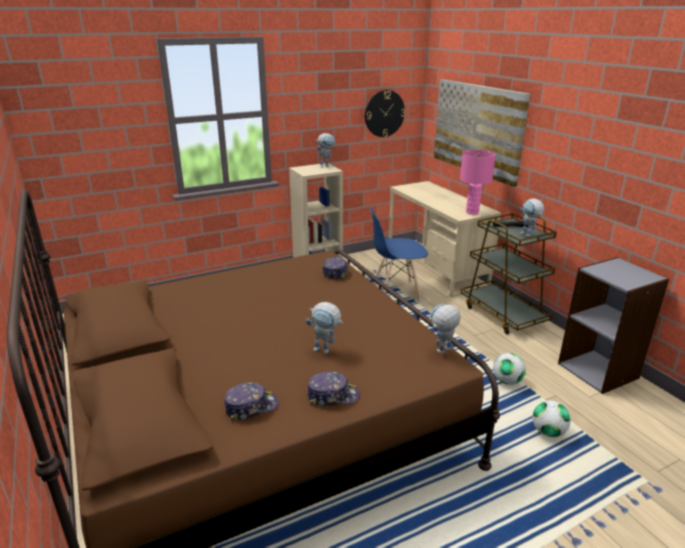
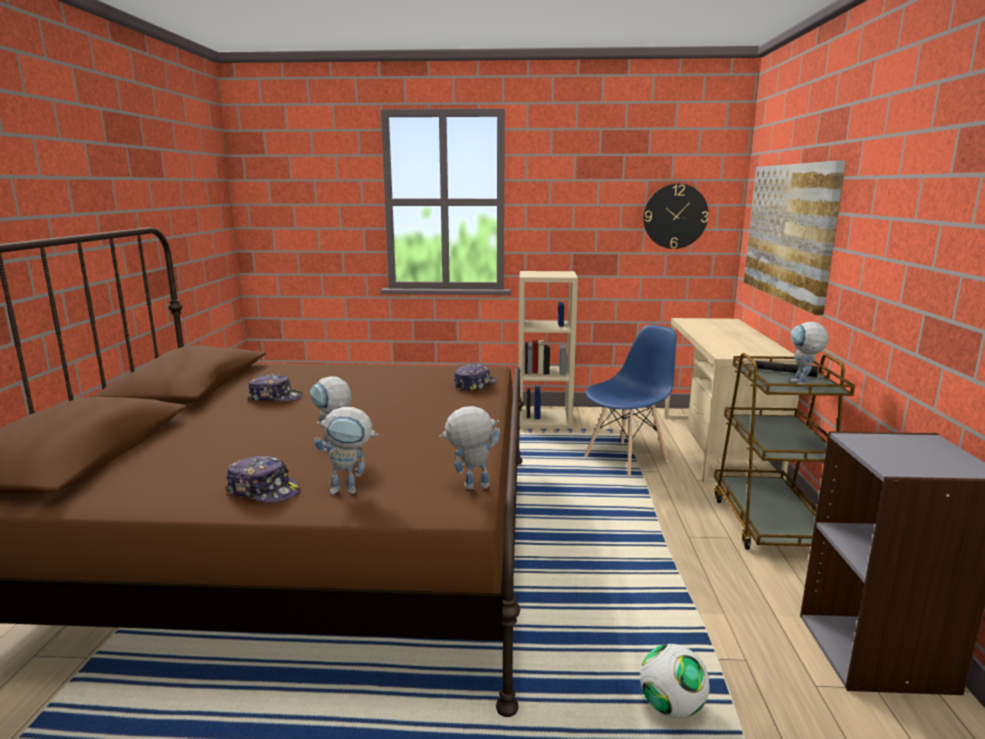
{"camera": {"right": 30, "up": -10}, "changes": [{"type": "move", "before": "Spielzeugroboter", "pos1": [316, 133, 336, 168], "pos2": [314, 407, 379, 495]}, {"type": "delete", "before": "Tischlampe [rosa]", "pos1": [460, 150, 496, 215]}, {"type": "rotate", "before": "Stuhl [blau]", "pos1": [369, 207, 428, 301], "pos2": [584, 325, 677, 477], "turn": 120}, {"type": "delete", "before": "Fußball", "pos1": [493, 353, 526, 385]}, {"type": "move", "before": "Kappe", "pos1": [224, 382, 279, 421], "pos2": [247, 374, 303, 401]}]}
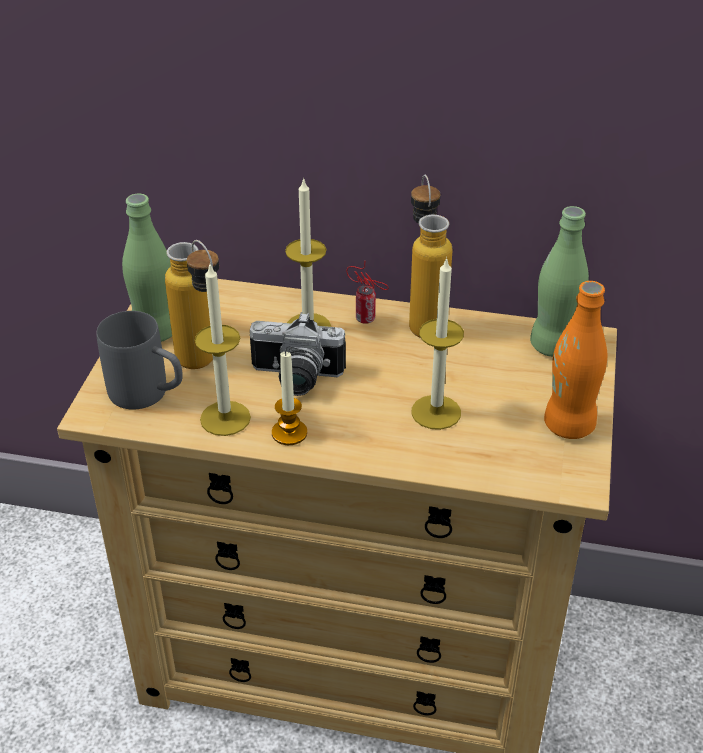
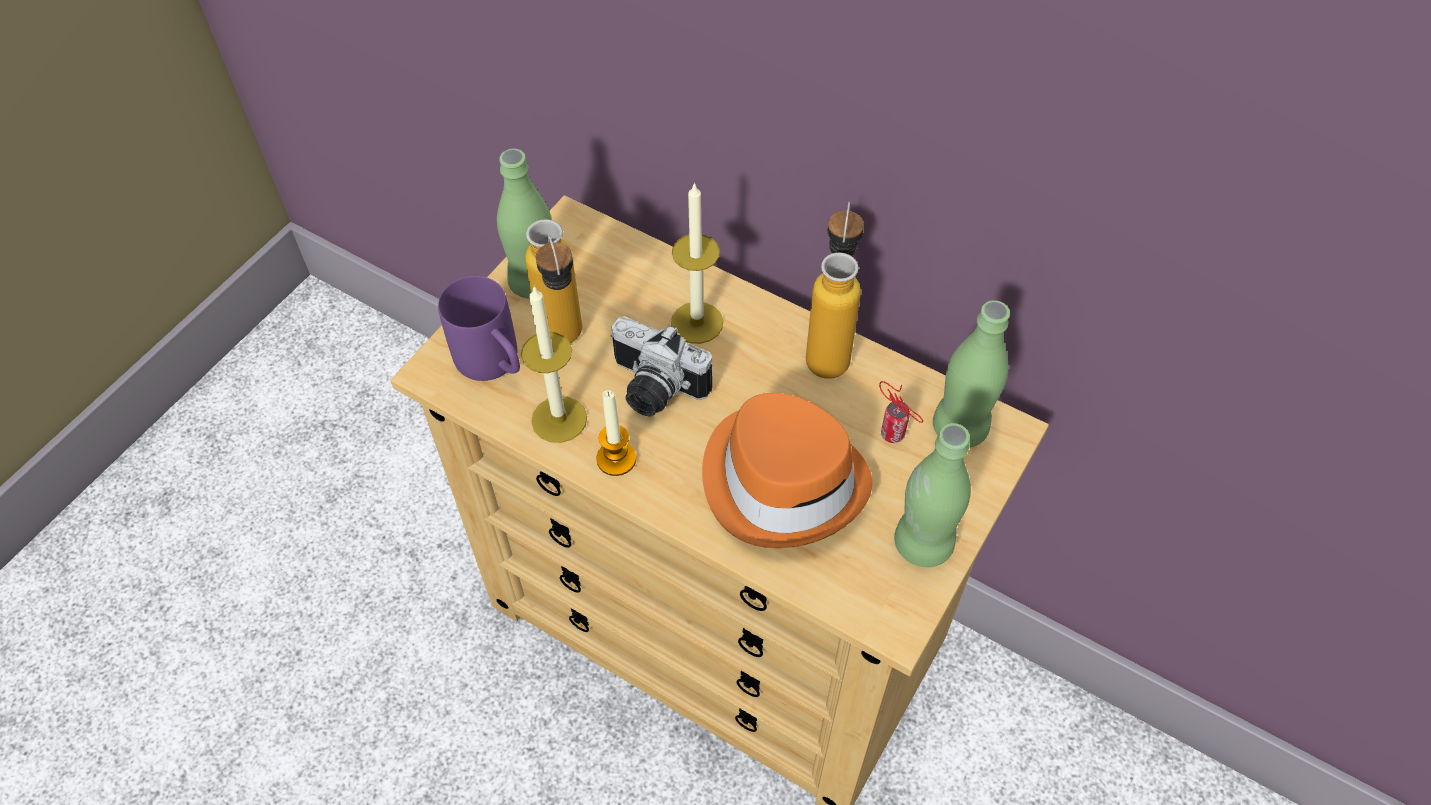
{"camera": {"right": 20, "up": 15}, "changes": [{"type": "replace", "before": "Kerze", "after": "Hut [orange]", "pos1": [411, 257, 464, 430], "pos2": [702, 393, 872, 548]}, {"type": "move", "before": "Dose", "pos1": [347, 261, 389, 324], "pos2": [879, 381, 923, 443]}, {"type": "recolor", "before": "Flasche [orange]", "after": "Flasche [grün]", "pos1": [544, 281, 607, 439], "pos2": [894, 423, 971, 567]}, {"type": "recolor", "before": "Henkelbecher [grau]", "after": "Henkelbecher [lila]", "pos1": [96, 311, 183, 410], "pos2": [438, 276, 520, 381]}]}
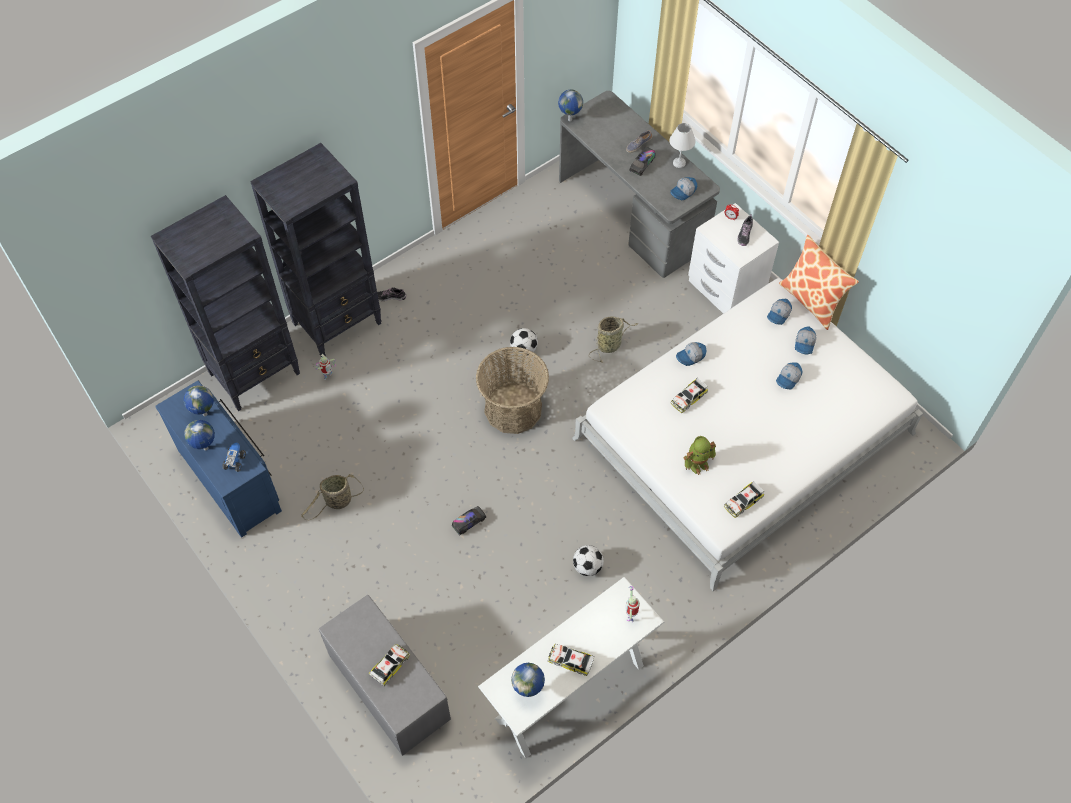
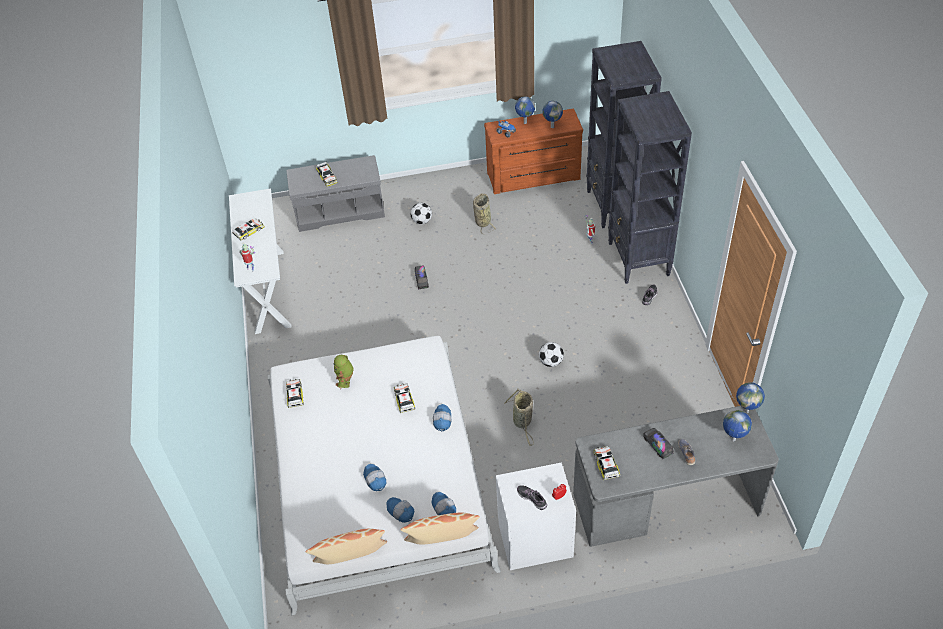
{"camera": {"right": 120, "up": -10}, "changes": [{"type": "delete", "before": "Tischlampe [weiß]", "pos1": [669, 123, 696, 168]}, {"type": "replace", "before": "Kappe", "after": "Spielzeugauto", "pos1": [670, 177, 697, 200], "pos2": [593, 446, 620, 480]}, {"type": "delete", "before": "Korb", "pos1": [476, 347, 549, 434]}, {"type": "recolor", "before": "Kommode [blau]", "after": "Kommode [braun]", "pos1": [155, 381, 282, 537], "pos2": [484, 108, 583, 194]}, {"type": "move", "before": "Fußball", "pos1": [573, 545, 604, 576], "pos2": [410, 202, 432, 224]}, {"type": "move", "before": "Globus", "pos1": [511, 663, 545, 697], "pos2": [723, 410, 752, 441]}, {"type": "insert", "after": "Kissen", "pos2": [305, 528, 387, 564]}]}
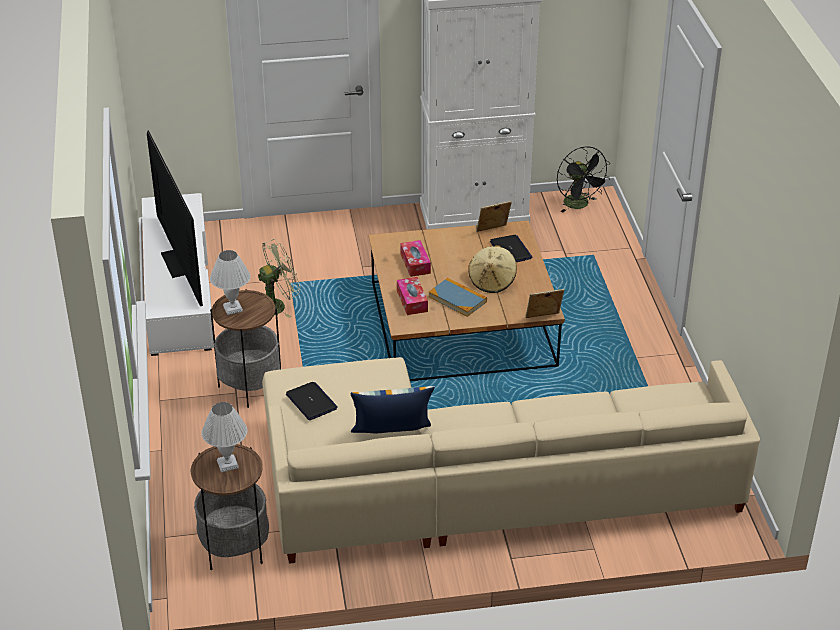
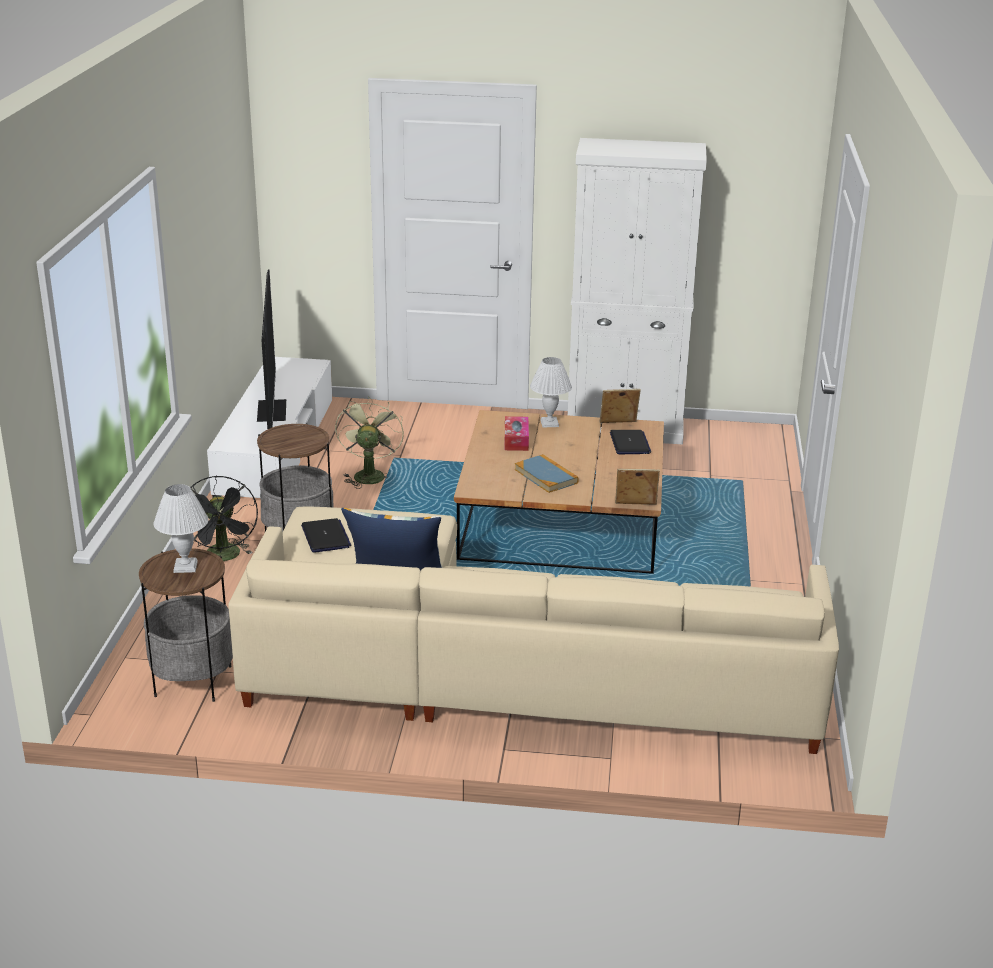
{"camera": {"right": 15, "up": -10}, "changes": [{"type": "move", "before": "Ventilator [schwarz]", "pos1": [557, 147, 610, 212], "pos2": [190, 475, 258, 561]}, {"type": "rotate", "before": "Ventilator [grün]", "pos1": [258, 239, 300, 318], "pos2": [335, 396, 404, 489], "turn": -75}, {"type": "delete", "before": "Hut [beige]", "pos1": [468, 245, 517, 293]}, {"type": "move", "before": "Tischlampe [weiß]", "pos1": [210, 250, 250, 315], "pos2": [530, 357, 572, 428]}, {"type": "delete", "before": "Taschentuchbox", "pos1": [397, 277, 428, 315]}]}
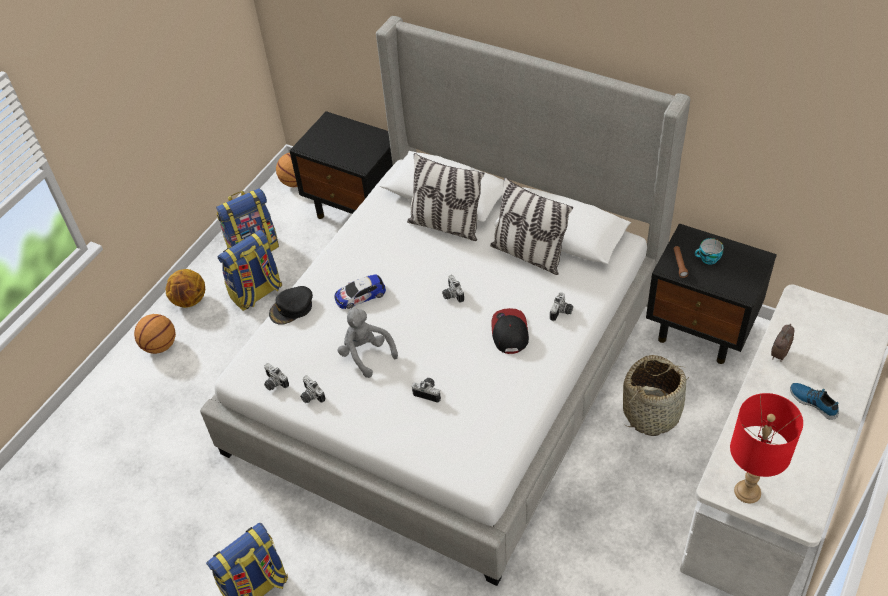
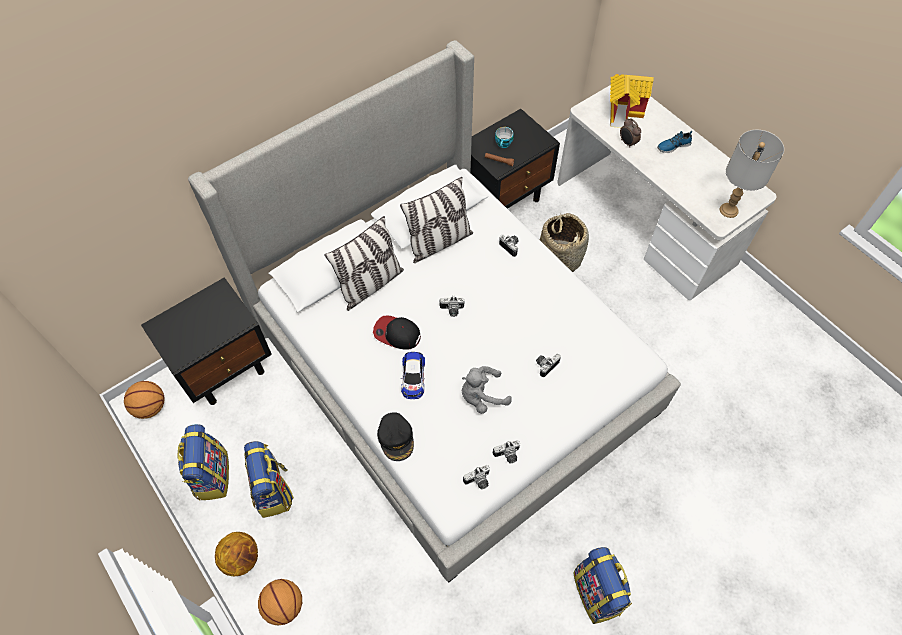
{"camera": {"right": -70, "up": 10}, "changes": [{"type": "move", "before": "Kappe", "pos1": [491, 308, 529, 354], "pos2": [373, 315, 421, 350]}, {"type": "recolor", "before": "Tischlampe [rot]", "after": "Tischlampe [grau]", "pos1": [730, 393, 803, 503], "pos2": [720, 130, 784, 218]}, {"type": "insert", "after": "Spielzeughaus", "pos2": [610, 74, 654, 128]}]}
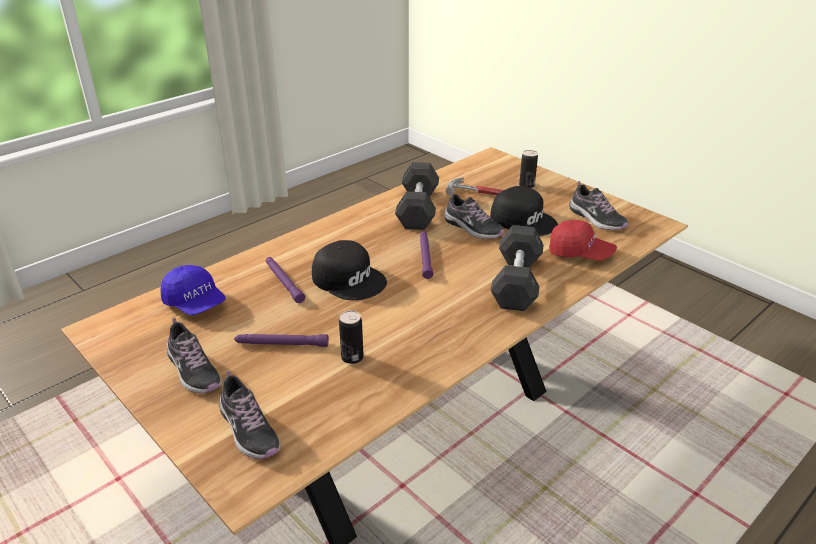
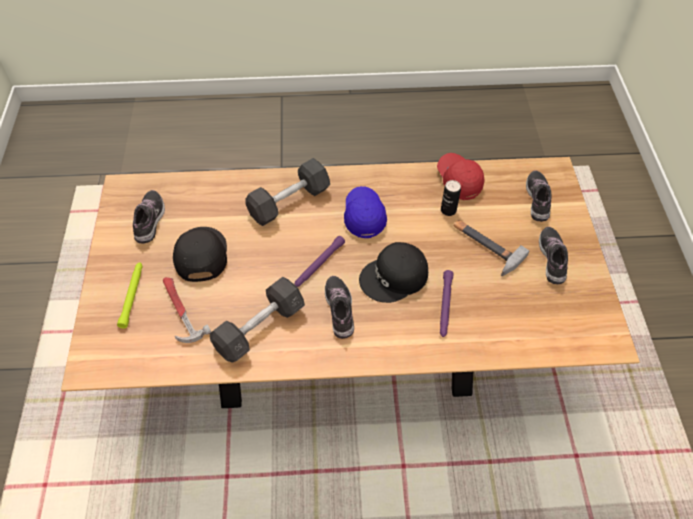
{"camera": {"right": -140, "up": 20}, "changes": [{"type": "replace", "before": "Dose", "after": "Taschenlampe [grün]", "pos1": [519, 150, 538, 188], "pos2": [117, 262, 143, 329]}, {"type": "move", "before": "Schuh", "pos1": [444, 191, 505, 239], "pos2": [325, 276, 354, 339]}, {"type": "move", "before": "Kappe [rot]", "pos1": [549, 220, 617, 261], "pos2": [437, 153, 484, 200]}, {"type": "rotate", "before": "Kappe [schwarz]", "pos1": [312, 240, 387, 300], "pos2": [359, 242, 428, 303], "turn": -105}, {"type": "move", "before": "Kappe [blau]", "pos1": [161, 265, 226, 315], "pos2": [344, 186, 387, 238]}, {"type": "replace", "before": "Taschenlampe [lila]", "after": "Hammer", "pos1": [234, 334, 329, 347], "pos2": [454, 220, 529, 276]}]}
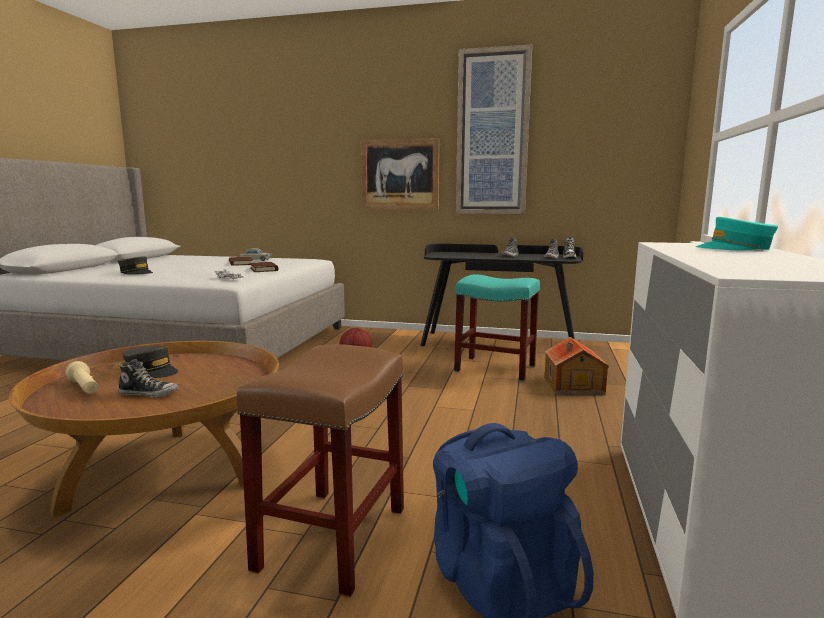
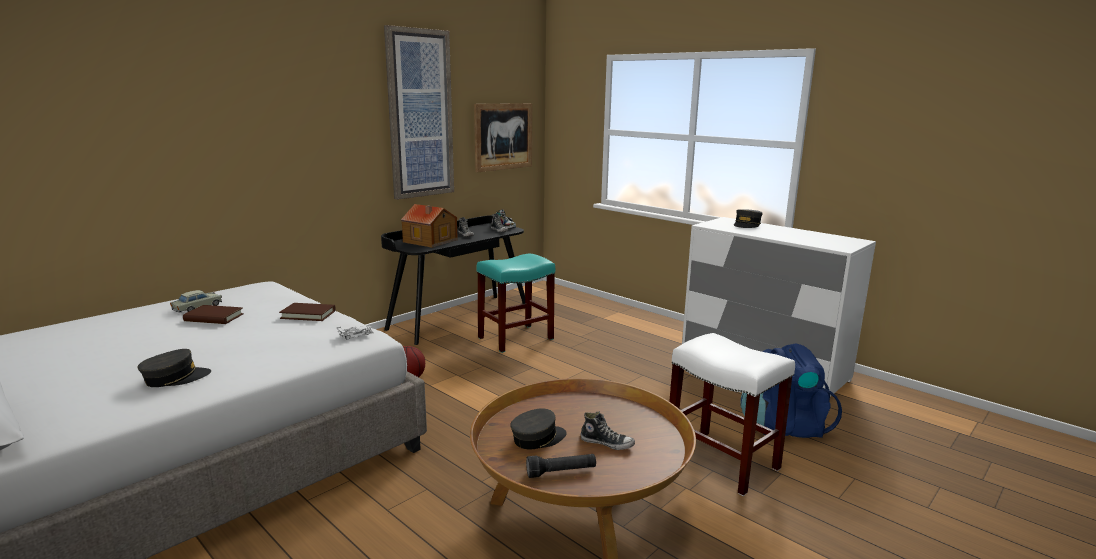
{"camera": {"right": -60, "up": 5}, "changes": [{"type": "move", "before": "Bild", "pos1": [361, 138, 439, 210], "pos2": [474, 103, 532, 172]}, {"type": "recolor", "before": "Kappe [türkis]", "after": "Kappe [grau]", "pos1": [695, 217, 778, 251], "pos2": [734, 210, 763, 228]}, {"type": "move", "before": "Spielzeughaus", "pos1": [545, 337, 609, 395], "pos2": [401, 204, 458, 248]}, {"type": "recolor", "before": "Hocker [braun]", "after": "Hocker [weiß]", "pos1": [236, 344, 404, 597], "pos2": [669, 333, 795, 496]}, {"type": "rotate", "before": "Schuh", "pos1": [118, 359, 178, 398], "pos2": [581, 412, 635, 450], "turn": 75}, {"type": "recolor", "before": "Taschenlampe [beige]", "after": "Taschenlampe [schwarz]", "pos1": [66, 361, 98, 394], "pos2": [526, 454, 596, 478]}]}
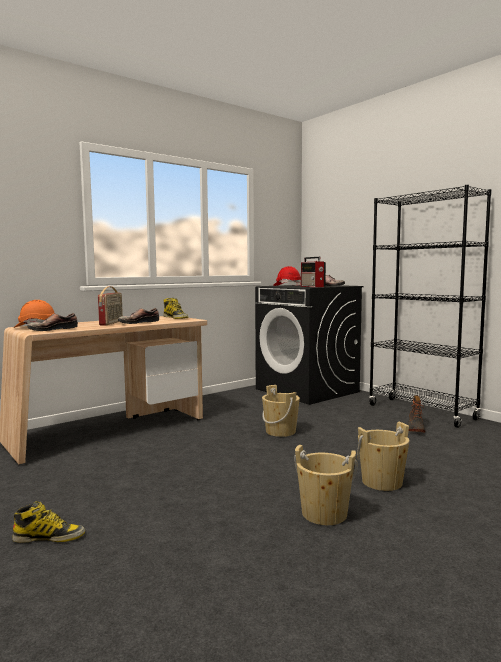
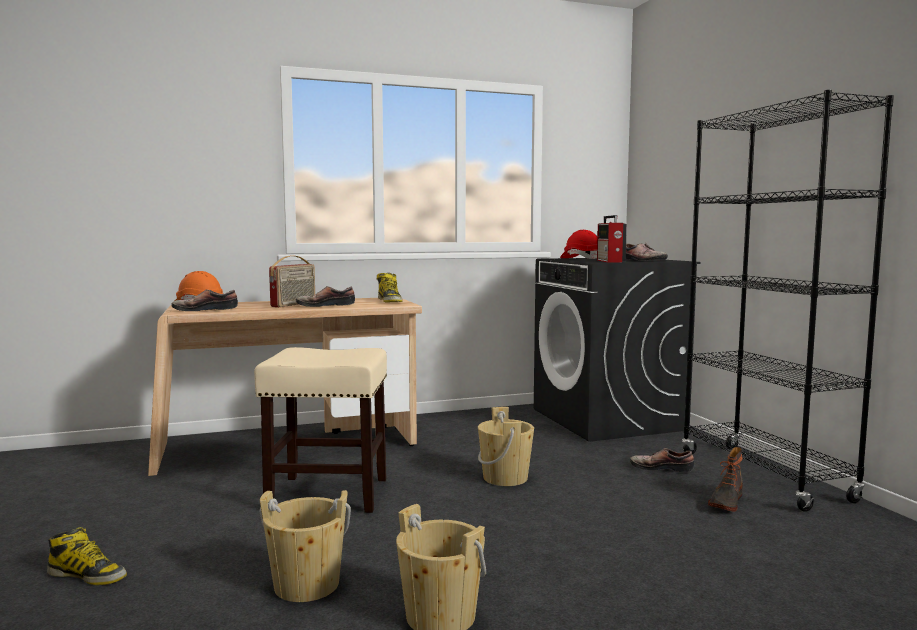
{"camera": {"right": 20, "up": 0}, "changes": [{"type": "move", "before": "Eimer [beige]", "pos1": [357, 422, 409, 491], "pos2": [260, 490, 351, 602]}, {"type": "insert", "after": "Hocker [beige]", "pos2": [254, 347, 387, 513]}, {"type": "insert", "after": "Schuh", "pos2": [630, 448, 694, 472]}]}
